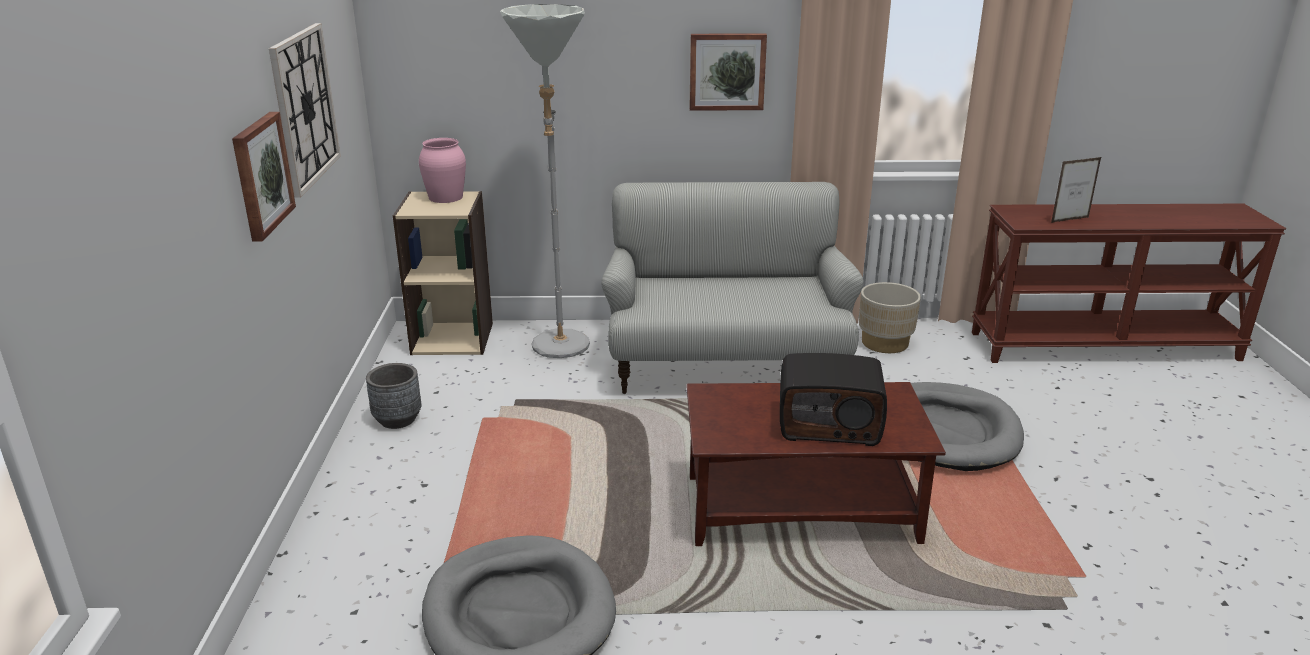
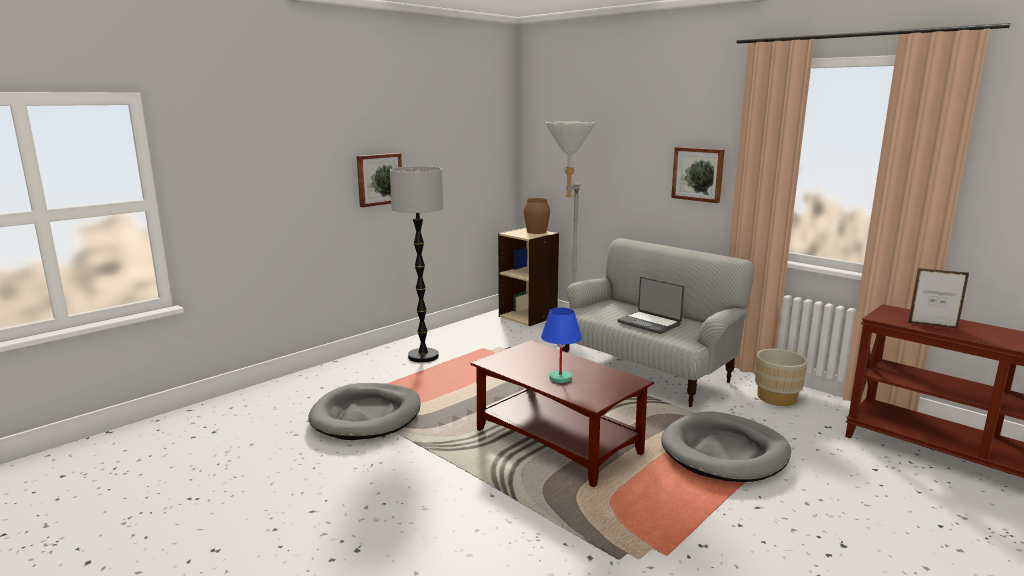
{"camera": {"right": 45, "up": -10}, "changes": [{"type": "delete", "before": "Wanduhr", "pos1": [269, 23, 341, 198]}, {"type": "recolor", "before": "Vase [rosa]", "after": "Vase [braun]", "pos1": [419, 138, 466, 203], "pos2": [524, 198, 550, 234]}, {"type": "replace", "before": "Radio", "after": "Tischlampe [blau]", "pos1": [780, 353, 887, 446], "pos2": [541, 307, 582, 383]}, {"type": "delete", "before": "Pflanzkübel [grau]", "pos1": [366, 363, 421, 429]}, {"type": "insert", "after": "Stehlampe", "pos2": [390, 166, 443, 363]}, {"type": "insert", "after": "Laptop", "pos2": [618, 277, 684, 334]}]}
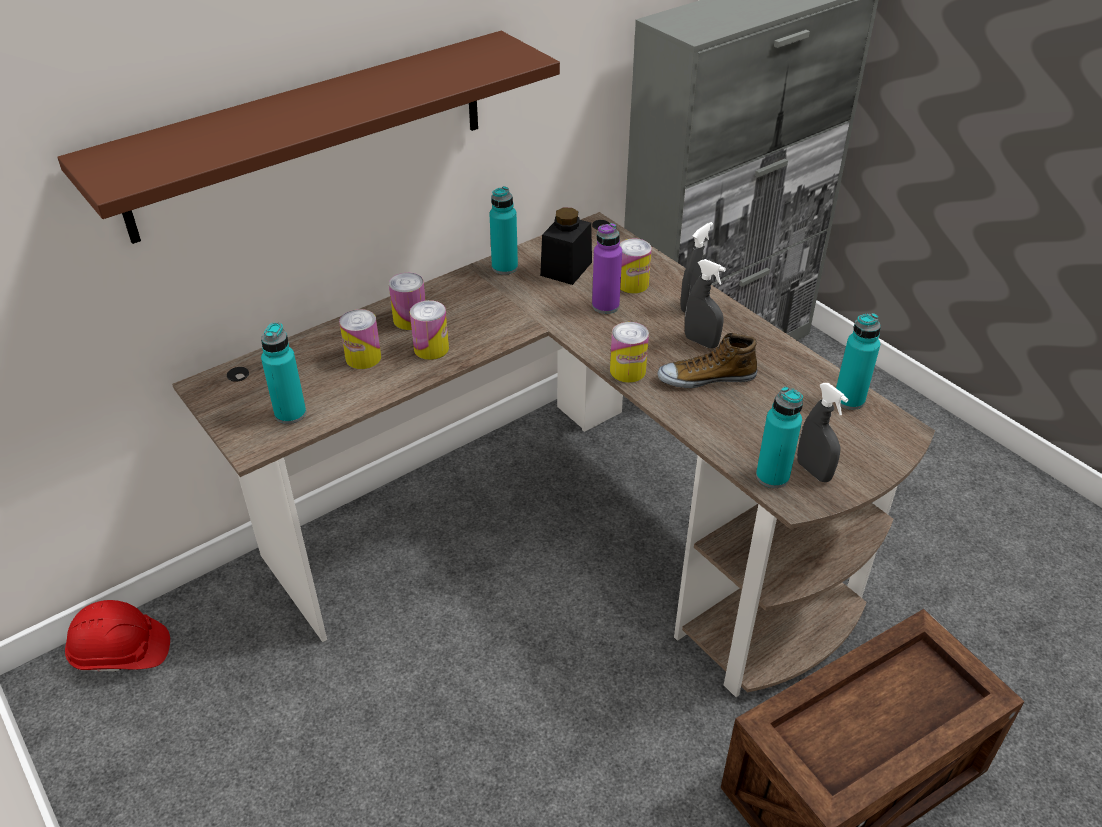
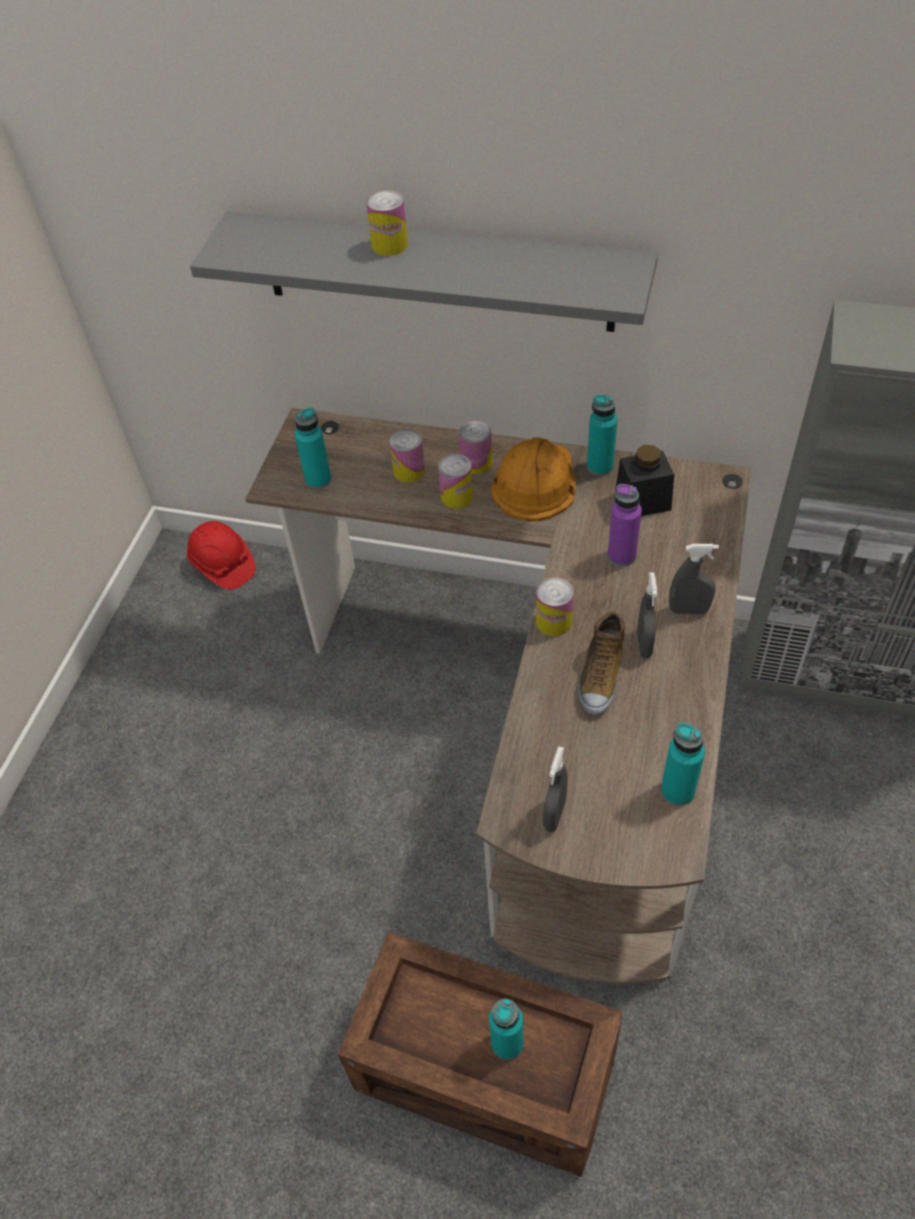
{"camera": {"right": 55, "up": 10}, "changes": [{"type": "recolor", "before": "Wandregal [braun]", "after": "Wandregal [grau]", "pos1": [57, 31, 560, 244], "pos2": [190, 212, 658, 332]}, {"type": "move", "before": "Dose", "pos1": [619, 238, 652, 294], "pos2": [366, 190, 408, 256]}, {"type": "rotate", "before": "Schuh", "pos1": [657, 333, 758, 388], "pos2": [578, 612, 625, 715], "turn": -120}, {"type": "move", "before": "Flasche [türkis]", "pos1": [756, 386, 803, 488], "pos2": [489, 999, 523, 1060]}, {"type": "insert", "after": "Schutzhelm [orange]", "pos2": [491, 437, 576, 521]}]}
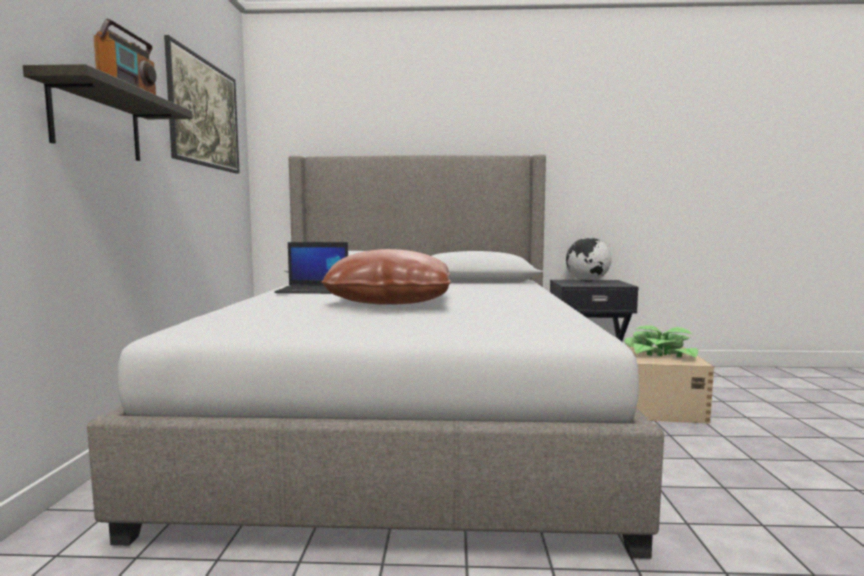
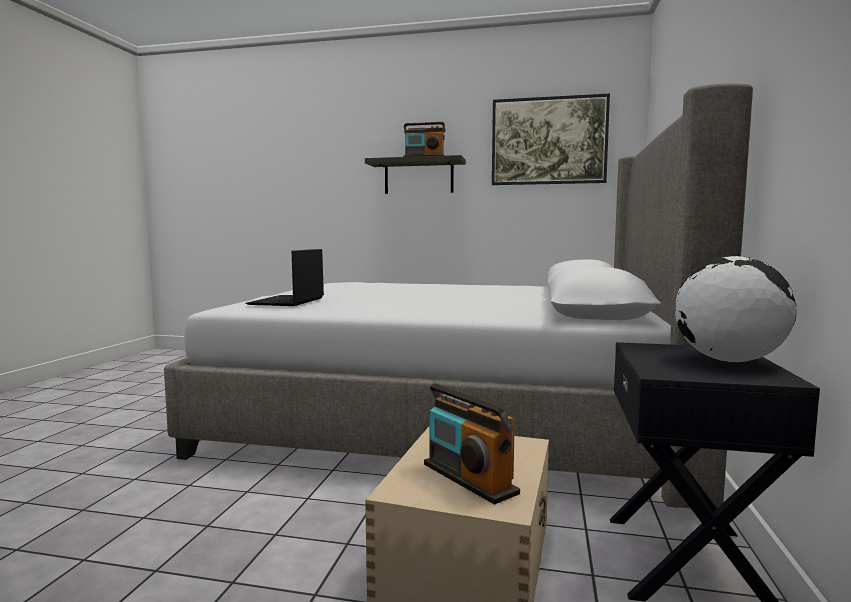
{"camera": {"right": 100, "up": 0}, "changes": [{"type": "move", "before": "Laptop", "pos1": [274, 242, 348, 294], "pos2": [246, 249, 324, 306]}, {"type": "delete", "before": "Kissen [braun]", "pos1": [321, 249, 451, 305]}, {"type": "replace", "before": "Topfpflanze", "after": "Radio", "pos1": [625, 325, 698, 357], "pos2": [424, 383, 520, 505]}]}
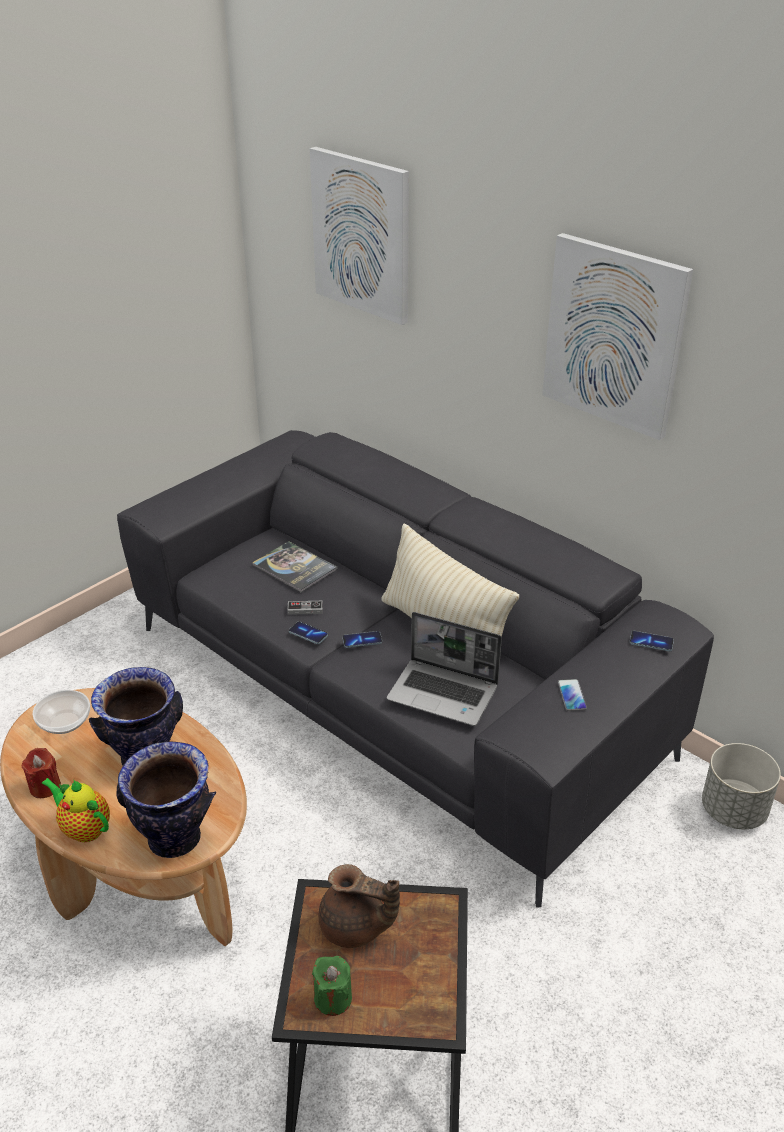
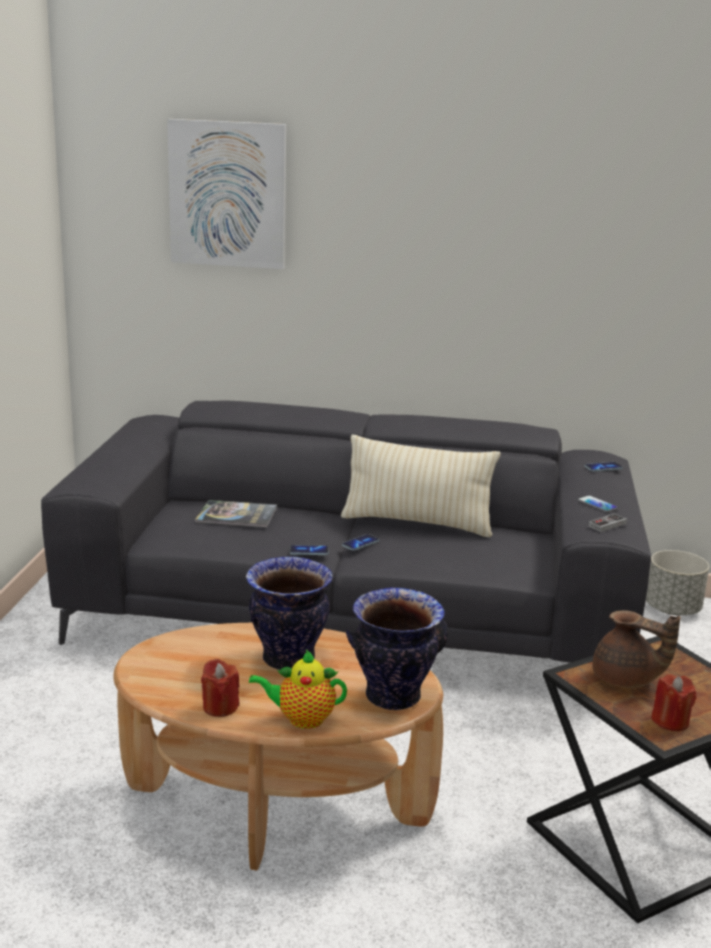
{"camera": {"right": -35, "up": -15}, "changes": [{"type": "delete", "before": "Bild", "pos1": [542, 233, 693, 440]}, {"type": "move", "before": "Gamepad", "pos1": [287, 601, 323, 615], "pos2": [589, 514, 627, 532]}, {"type": "delete", "before": "Laptop", "pos1": [387, 612, 502, 726]}, {"type": "delete", "before": "Schüssel", "pos1": [33, 690, 90, 734]}, {"type": "rotate", "before": "Teekanne [braun]", "pos1": [318, 864, 400, 948], "pos2": [593, 610, 681, 688], "turn": 45}, {"type": "recolor", "before": "Kerze [grün]", "after": "Kerze [rot]", "pos1": [312, 956, 352, 1016], "pos2": [651, 674, 696, 731]}]}
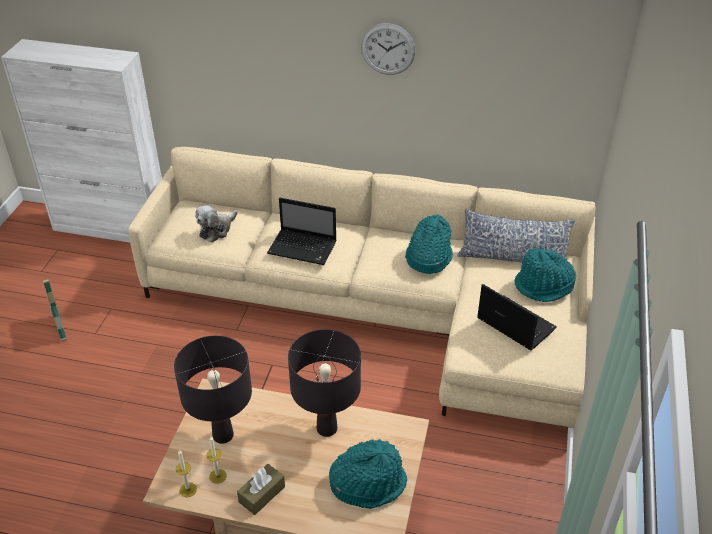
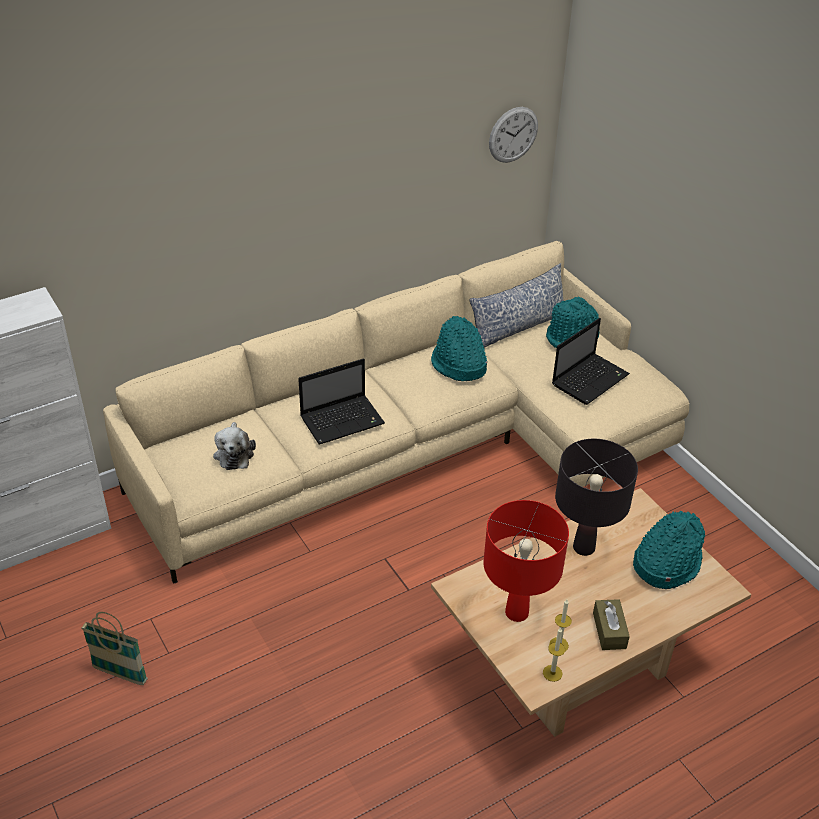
{"camera": {"right": -45, "up": 0}, "changes": [{"type": "move", "before": "Wanduhr", "pos1": [361, 23, 416, 75], "pos2": [489, 107, 538, 163]}, {"type": "rotate", "before": "Laptop", "pos1": [477, 284, 557, 350], "pos2": [552, 318, 630, 405], "turn": 135}, {"type": "recolor", "before": "Tischlampe [schwarz]", "after": "Tischlampe [rot]", "pos1": [174, 336, 252, 444], "pos2": [483, 500, 569, 622]}]}
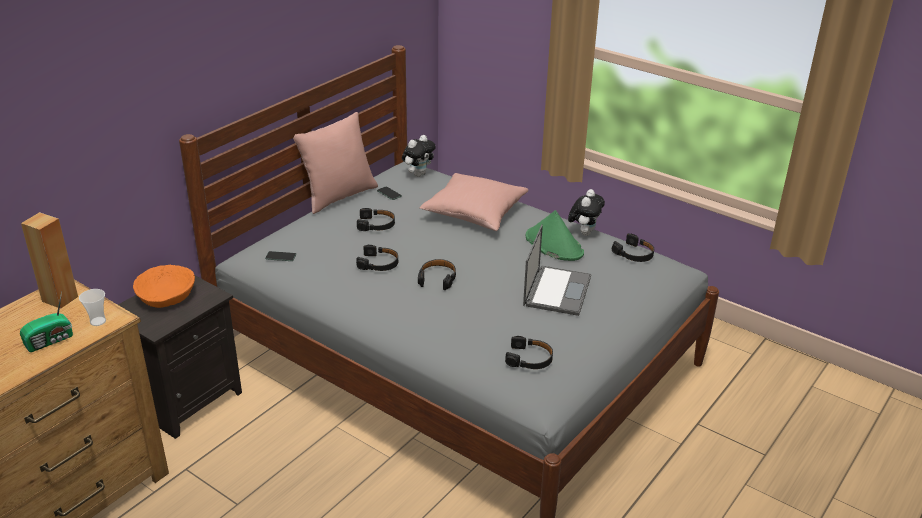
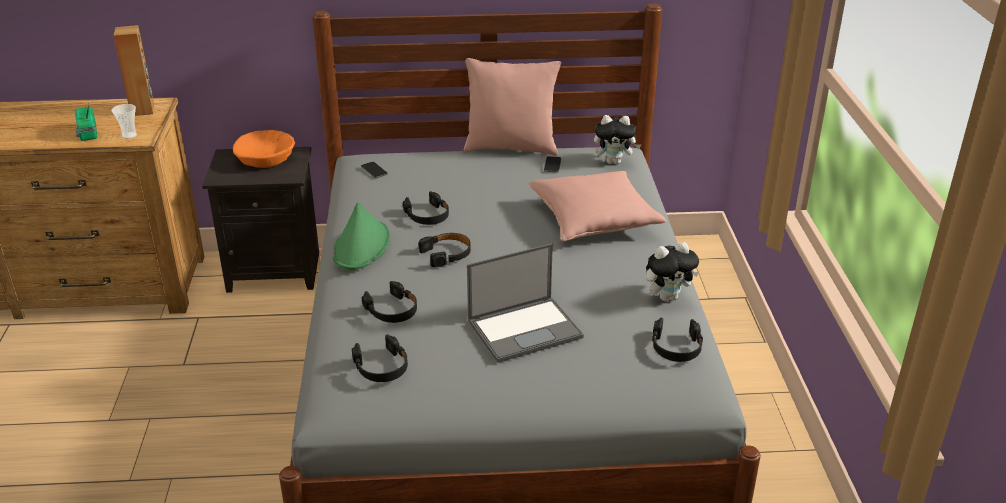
{"camera": {"right": 50, "up": 0}, "changes": [{"type": "move", "before": "Kopfhörer [schwarz]", "pos1": [357, 208, 395, 231], "pos2": [362, 281, 417, 323]}, {"type": "move", "before": "Hut [grün]", "pos1": [526, 210, 584, 261], "pos2": [333, 202, 390, 270]}, {"type": "rotate", "before": "Radio", "pos1": [20, 291, 73, 352], "pos2": [75, 104, 97, 141], "turn": 60}]}
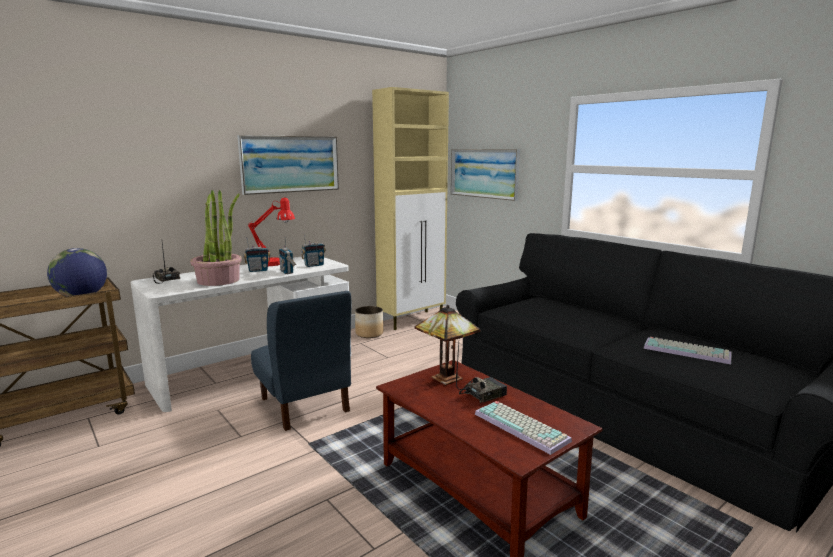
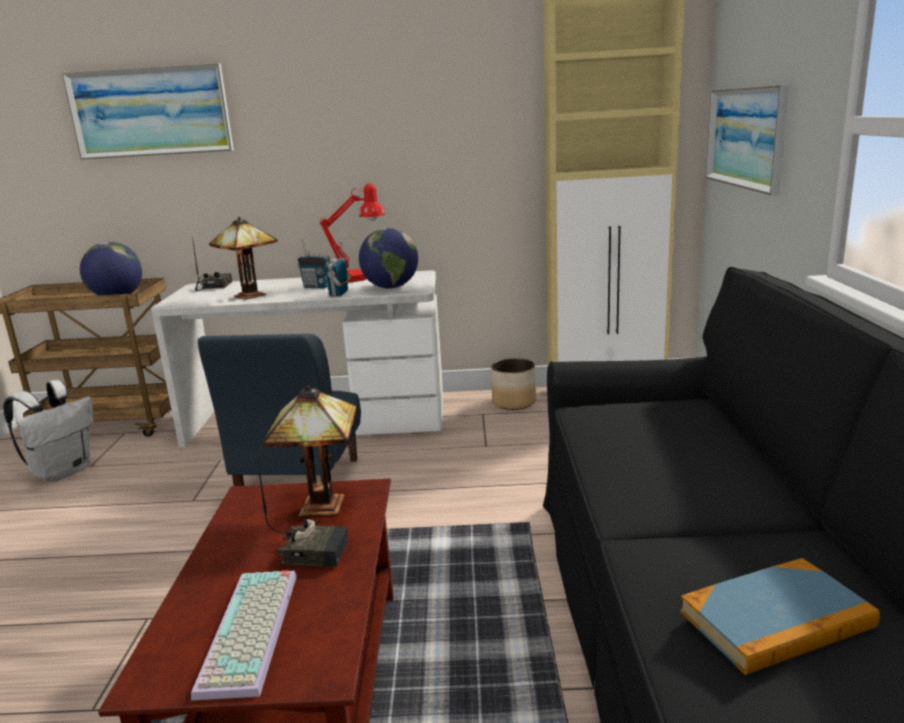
{"camera": {"right": 40, "up": 5}, "changes": [{"type": "move", "before": "Bild", "pos1": [237, 135, 339, 195], "pos2": [61, 63, 234, 160]}, {"type": "replace", "before": "Topfpflanze", "after": "Tischlampe", "pos1": [190, 190, 242, 286], "pos2": [209, 217, 277, 300]}, {"type": "replace", "before": "Radio", "after": "Globus", "pos1": [301, 235, 326, 267], "pos2": [359, 228, 418, 288]}, {"type": "replace", "before": "Tastatur", "after": "Buch", "pos1": [643, 337, 731, 364], "pos2": [680, 558, 880, 675]}, {"type": "insert", "after": "Rucksack [weiß]", "pos2": [3, 380, 93, 482]}]}
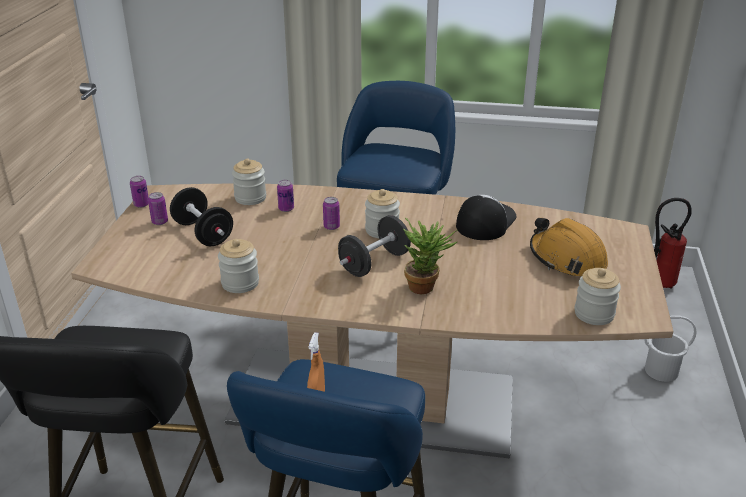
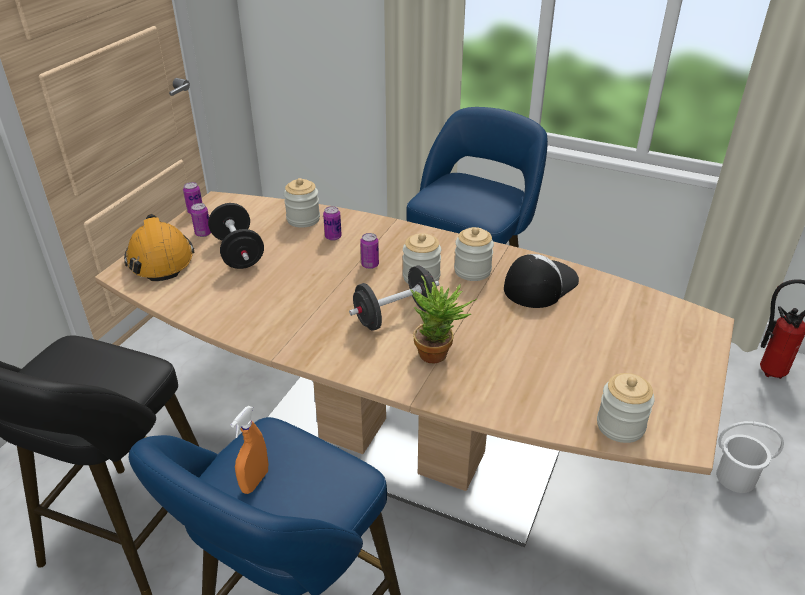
{"camera": {"right": 15, "up": 5}, "changes": [{"type": "move", "before": "Schutzhelm [orange]", "pos1": [530, 218, 608, 276], "pos2": [124, 214, 194, 281]}, {"type": "move", "before": "Vorratsglas", "pos1": [218, 239, 259, 293], "pos2": [454, 227, 494, 281]}]}
